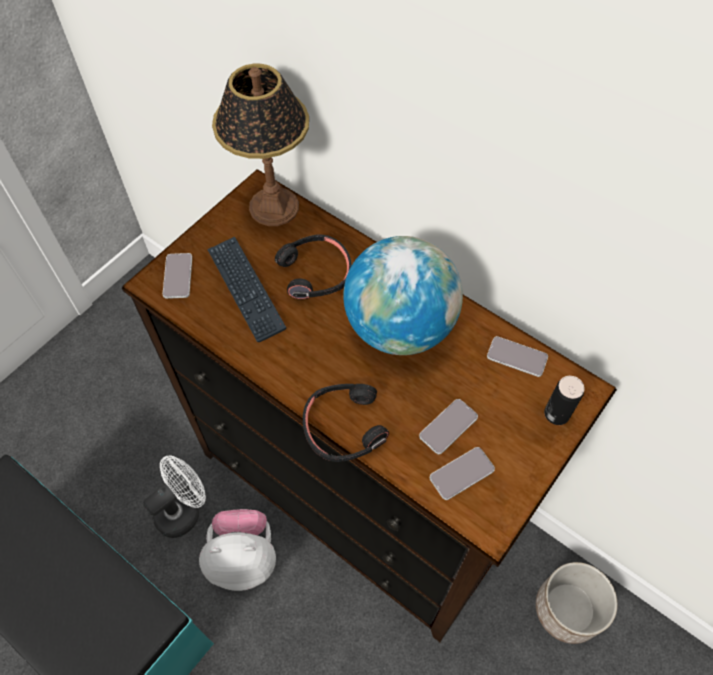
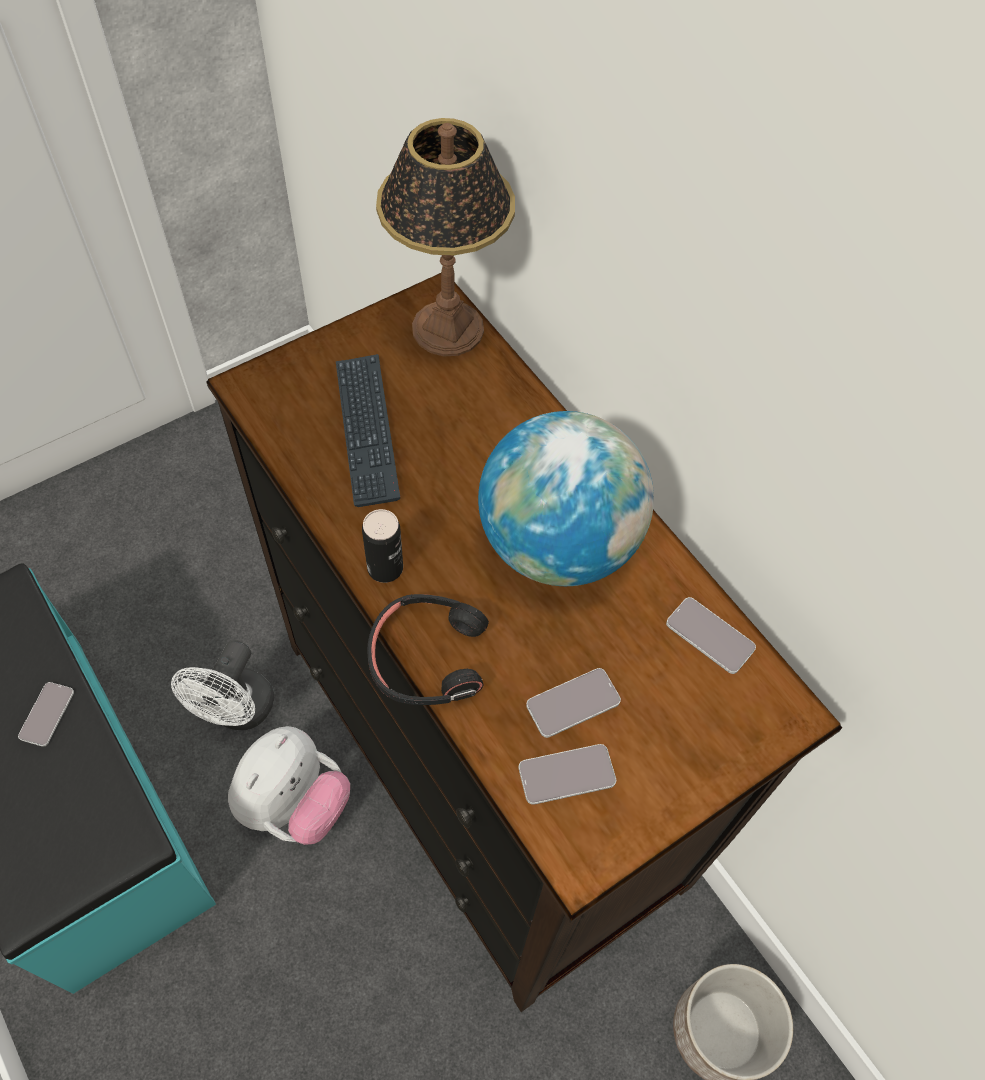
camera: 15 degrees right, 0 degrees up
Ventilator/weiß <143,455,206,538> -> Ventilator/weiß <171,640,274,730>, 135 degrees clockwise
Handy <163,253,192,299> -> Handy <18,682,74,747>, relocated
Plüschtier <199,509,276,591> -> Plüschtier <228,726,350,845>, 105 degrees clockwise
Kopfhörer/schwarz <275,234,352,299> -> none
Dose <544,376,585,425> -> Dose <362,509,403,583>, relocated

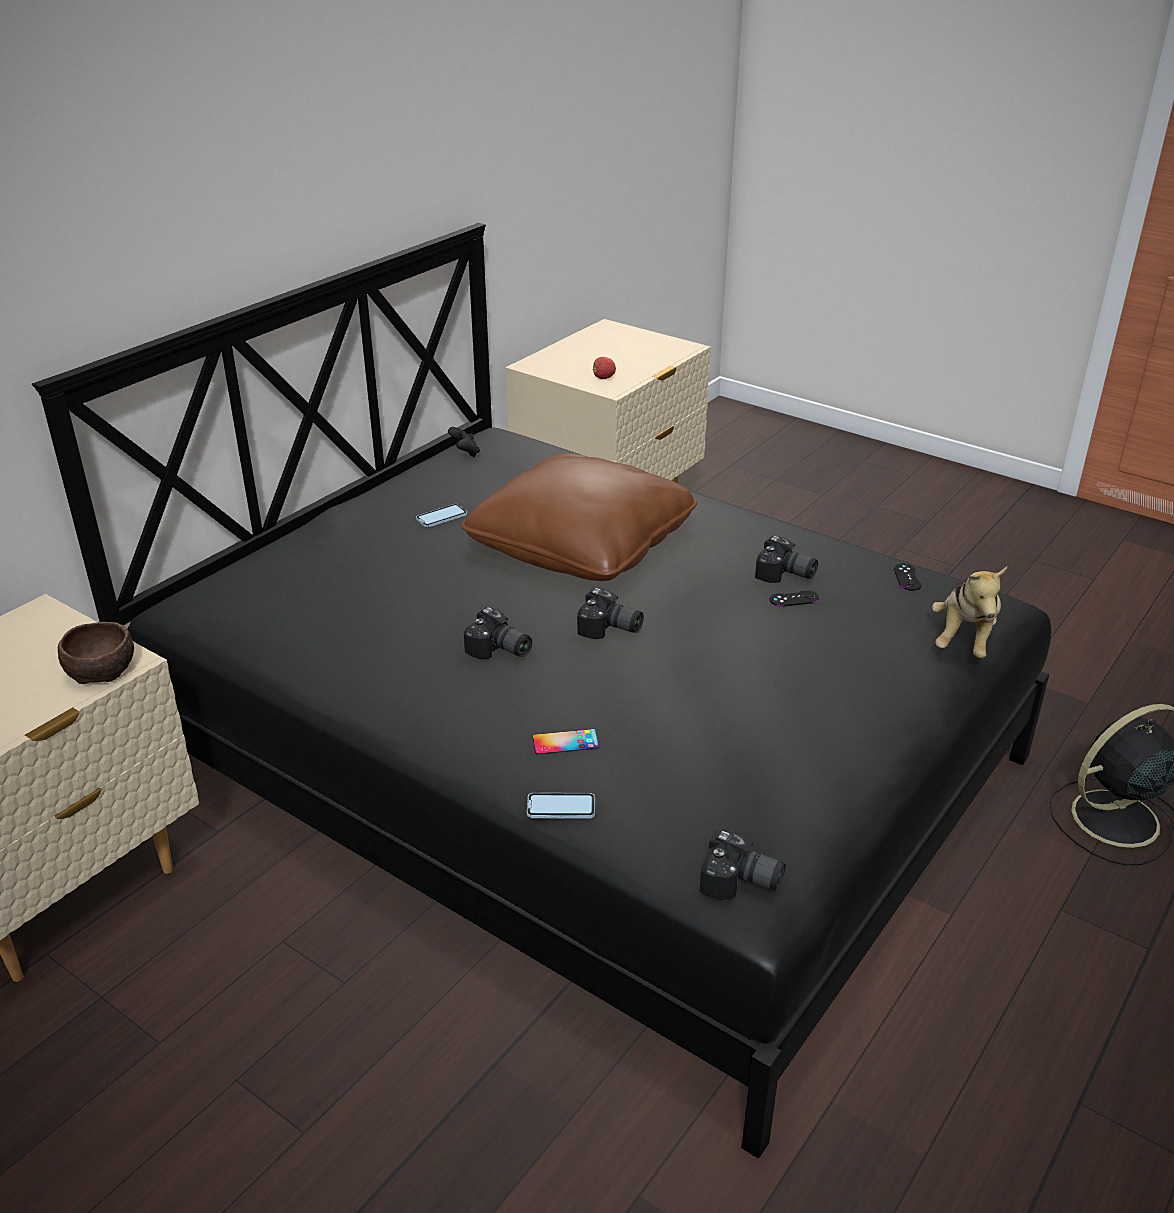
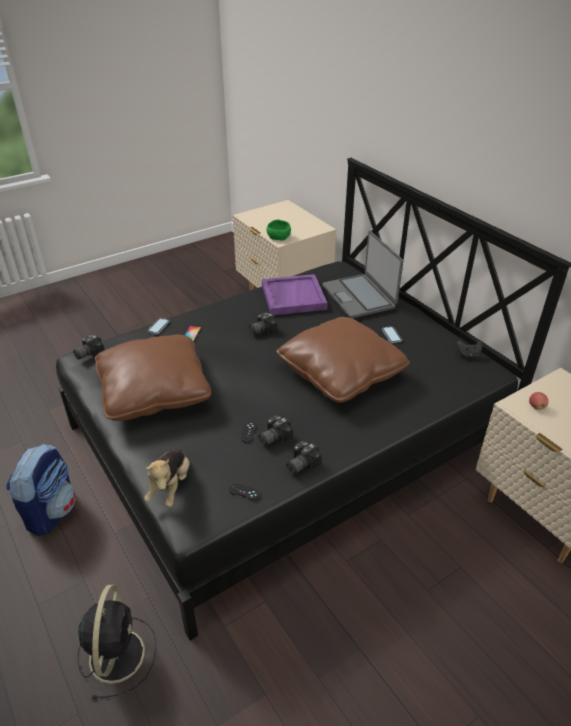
camera: 110 degrees right, 5 degrees up
Schüssel/braun <58,622,134,684> -> Schüssel/grün <266,220,291,241>
Kamera <577,588,644,639> -> Kamera <286,441,322,474>, relocated
Plüschtier <932,567,1007,659> -> Plüschtier <145,449,190,507>, 120 degrees counterclockwise
none -> Rucksack <6,444,76,537>
none -> Kissen/braun <95,335,211,421>
none -> Tablett/lila <262,274,327,315>
none -> Laptop <322,231,403,319>

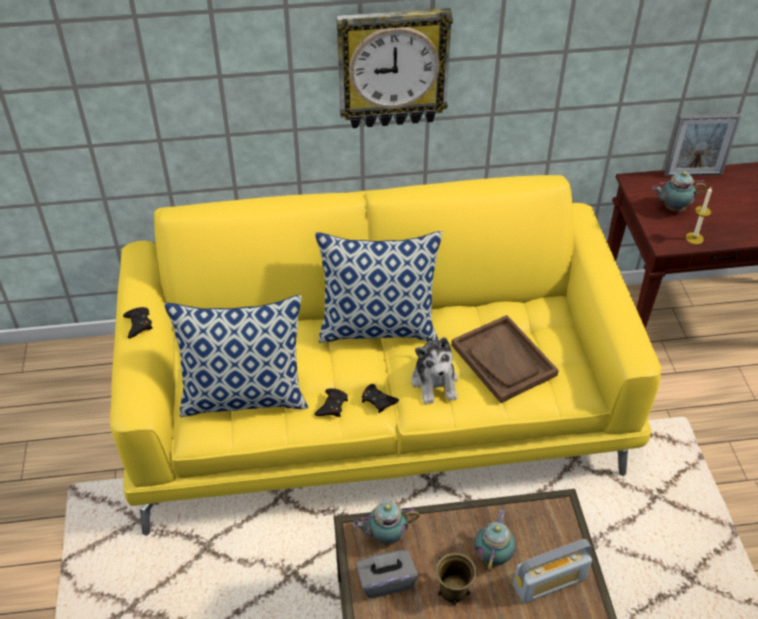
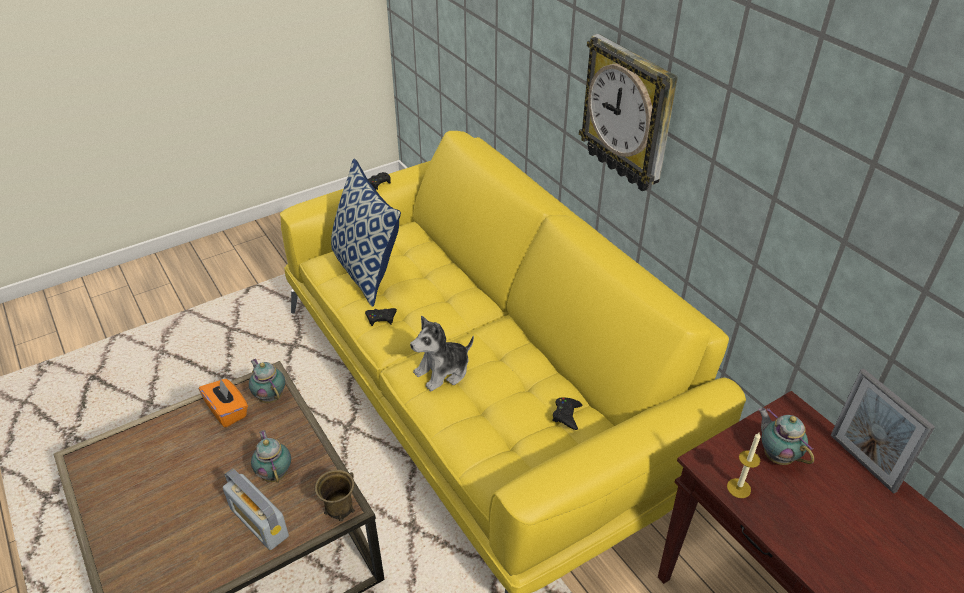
camera: 65 degrees right, 5 degrees down
Kissen <315,231,442,343> -> none
Taschentuchbox/grau <356,550,418,598> -> Taschentuchbox/orange <199,379,248,428>
Gamepad/schwarz <362,384,399,413> -> Gamepad/schwarz <552,397,582,430>, relocated
Henkelbecher/braun <435,553,476,606> -> Henkelbecher/braun <315,469,355,521>, relocated
Tablett/braun <451,315,559,403> -> none
Teekanne <474,510,516,572> -> Teekanne <251,430,291,483>, 105 degrees counterclockwise

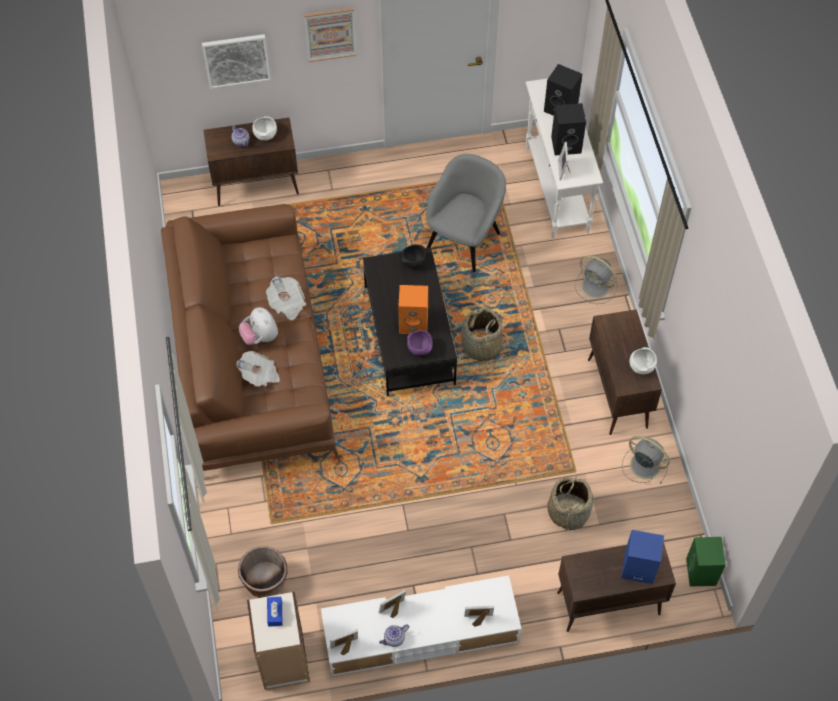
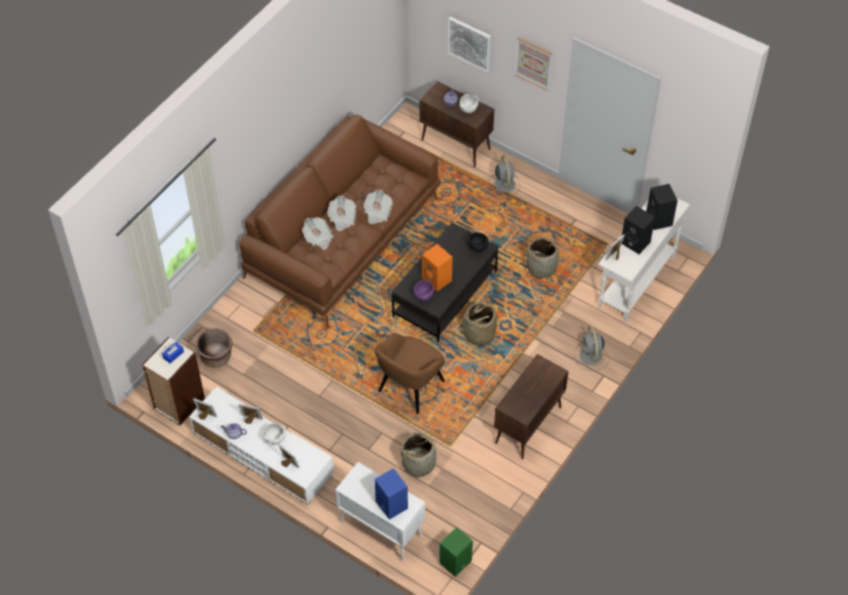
camera: 45 degrees right, 5 degrees down
Plüschtier <239,307,278,345> -> Zeitung <327,196,356,231>
Sessel/grau <426,154,506,272> -> Korb <526,236,563,279>
Schrank/braun <557,541,676,632> -> Schrank/weiß <335,462,425,562>
Ventilator/grau <622,436,670,483> -> Ventilator/grau <488,155,520,198>, relocated
Schüssel/weiß <629,347,657,375> -> Schüssel/weiß <264,423,286,445>, relocated
none -> Sessel/braun <375,333,445,414>

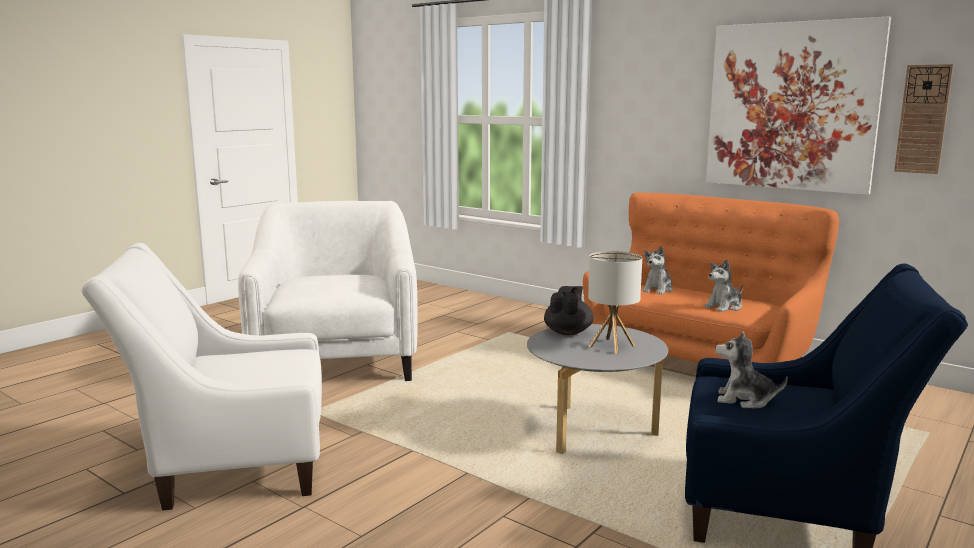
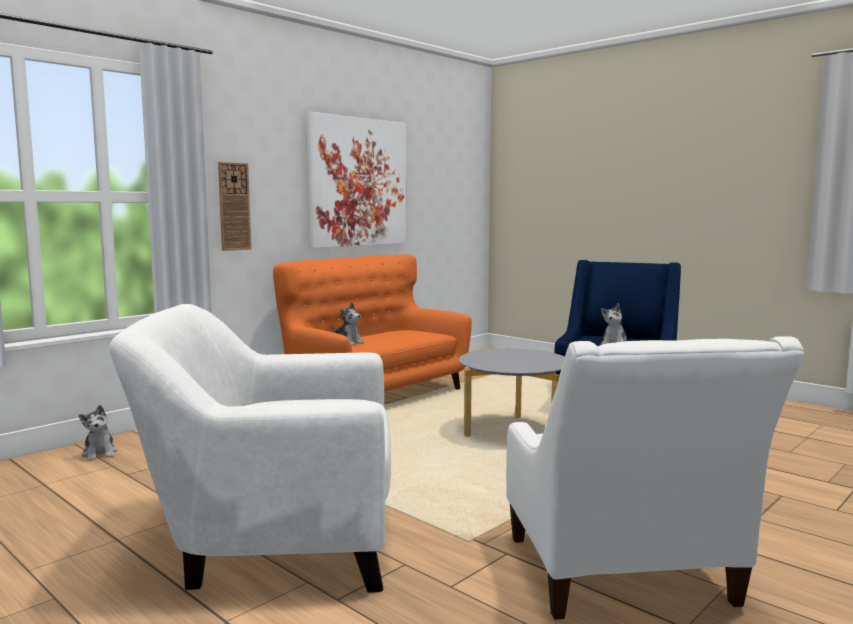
camera: 85 degrees left, 5 degrees down
Teekanne/schwarz <544,286,594,335> -> none
Tischlampe <588,251,642,354> -> none
Plüschtier <704,259,743,312> -> Plüschtier <79,405,117,461>, relocated
Wanduhr <894,64,954,174> -> Wanduhr <218,162,251,251>, relocated

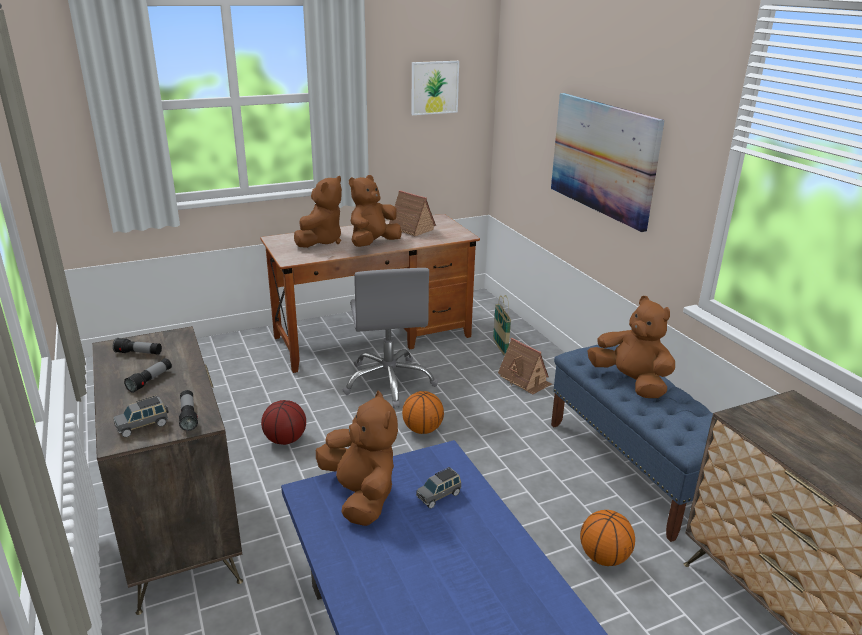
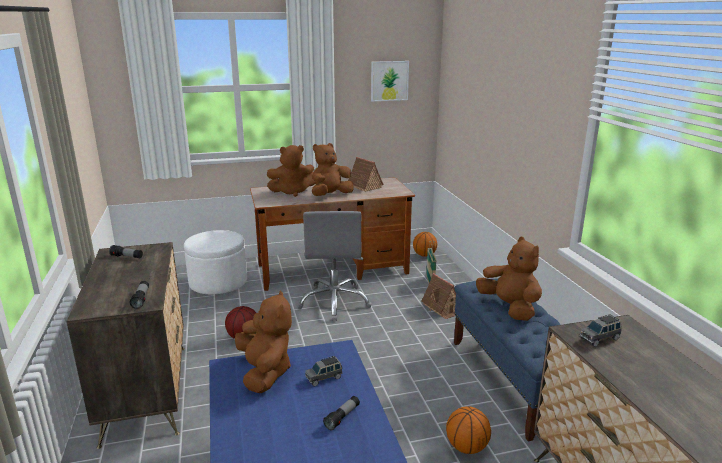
camera: 10 degrees right, 5 degrees down
Spielzeugauto/grau <114,395,169,437> -> Spielzeugauto/grau <580,314,622,347>, relocated
Taschenlampe <124,358,172,393> -> Taschenlampe <323,396,360,430>, relocated
Plüschtier/braun <294,176,342,248> -> Plüschtier/braun <267,145,316,197>, 45 degrees clockwise
Basketball <402,391,444,434> -> Basketball <413,232,437,257>, relocated
Bild <551,93,665,232> -> none
none -> Polsterhocker/weiß <184,230,247,294>

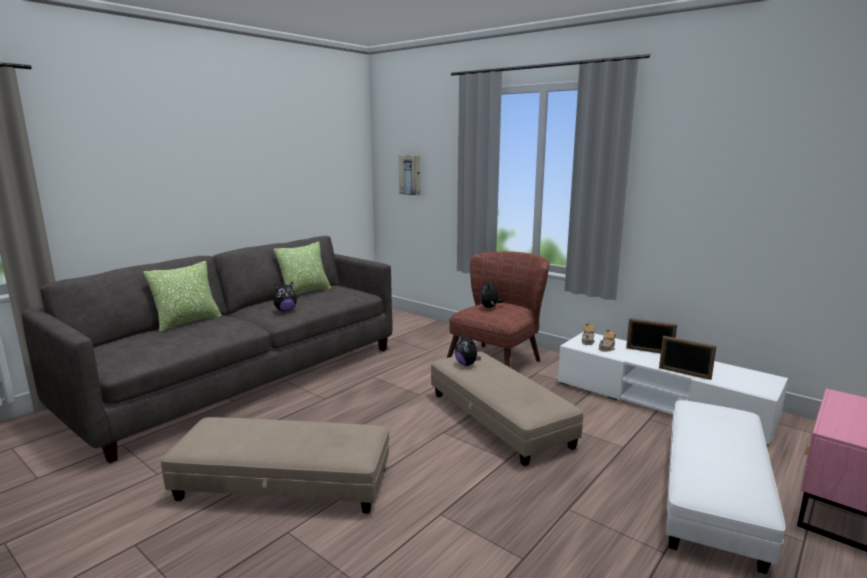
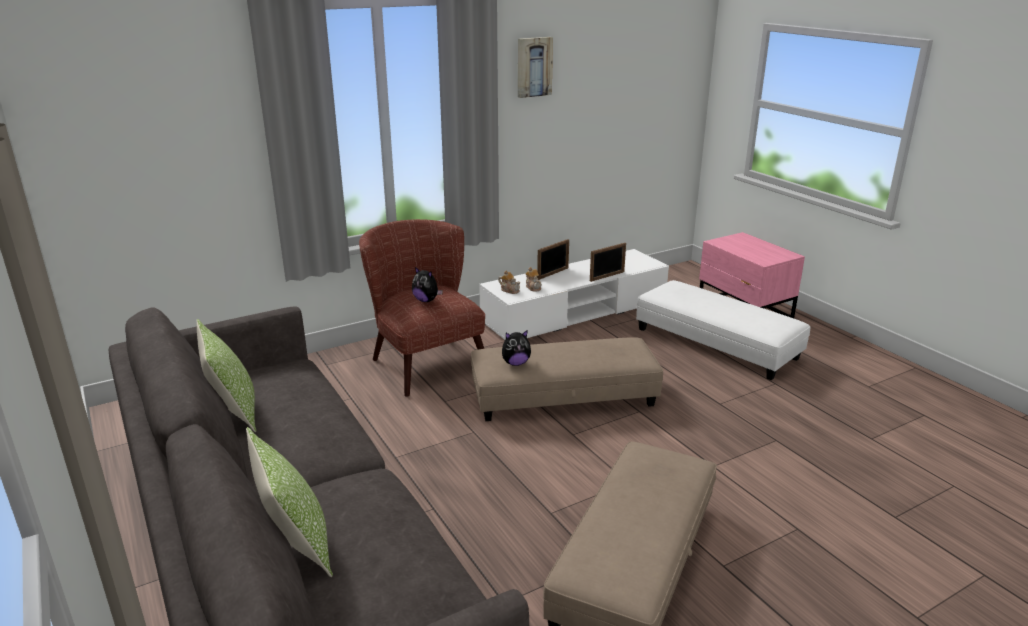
camera: 70 degrees left, 10 degrees up
Plüschtier <273,282,297,311> -> none
Bild <399,155,421,196> -> Bild <518,37,553,98>, relocated

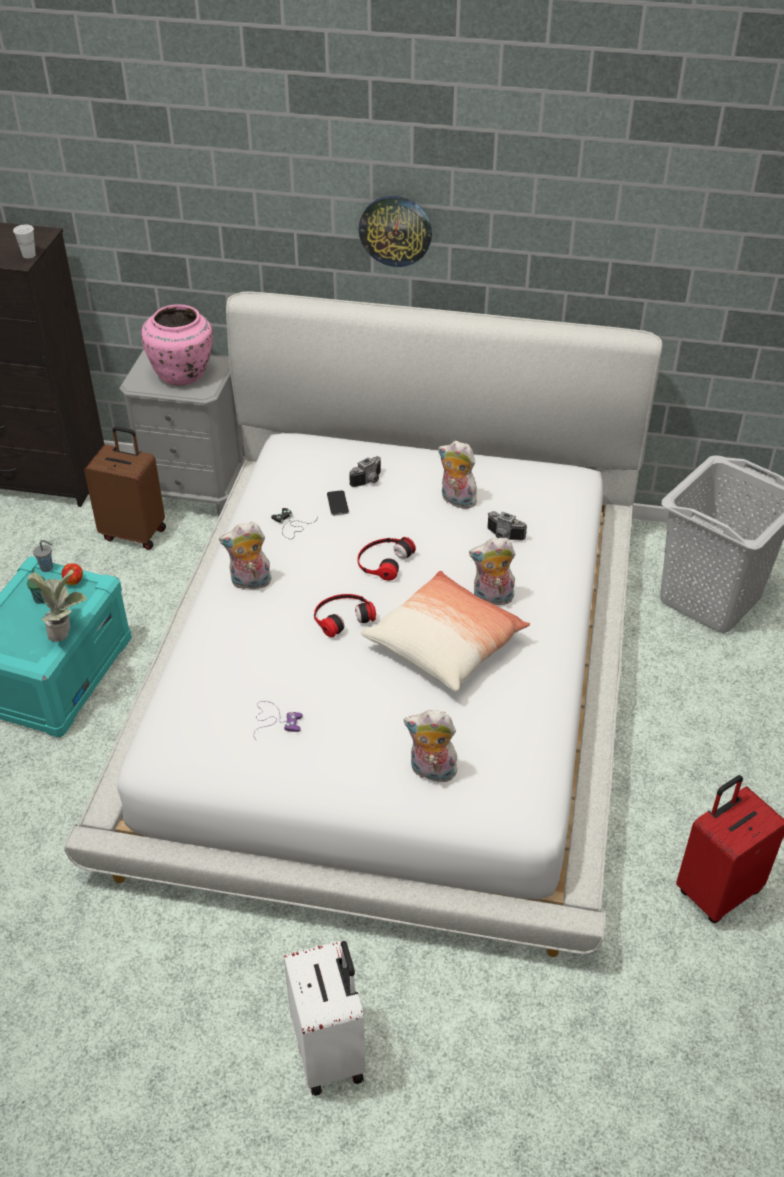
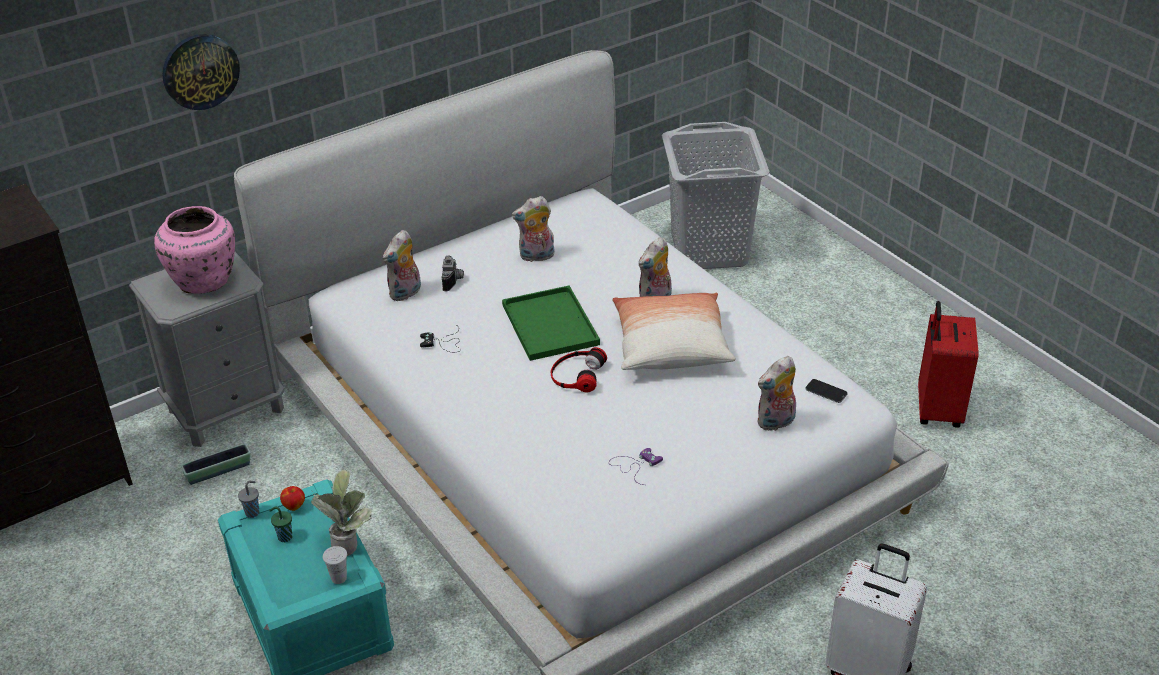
camera: 45 degrees left, 5 degrees down
Tasse/weiß <13,225,36,259> -> Tasse/weiß <323,546,347,584>, relocated
Koffer/braun <84,426,166,550> -> Pflanzkübel <181,443,251,485>
Plüschtier <219,522,272,590> -> Plüschtier <383,230,421,301>, relocated
Handy <327,490,349,515> -> Handy <805,379,848,403>, relocated
Kopfhörer <357,537,416,581> -> Tablett/grün <502,285,600,361>
Wanduhr <359,196,432,267> -> Wanduhr <162,34,240,110>, relocated
Kamera <487,511,527,540> -> none

